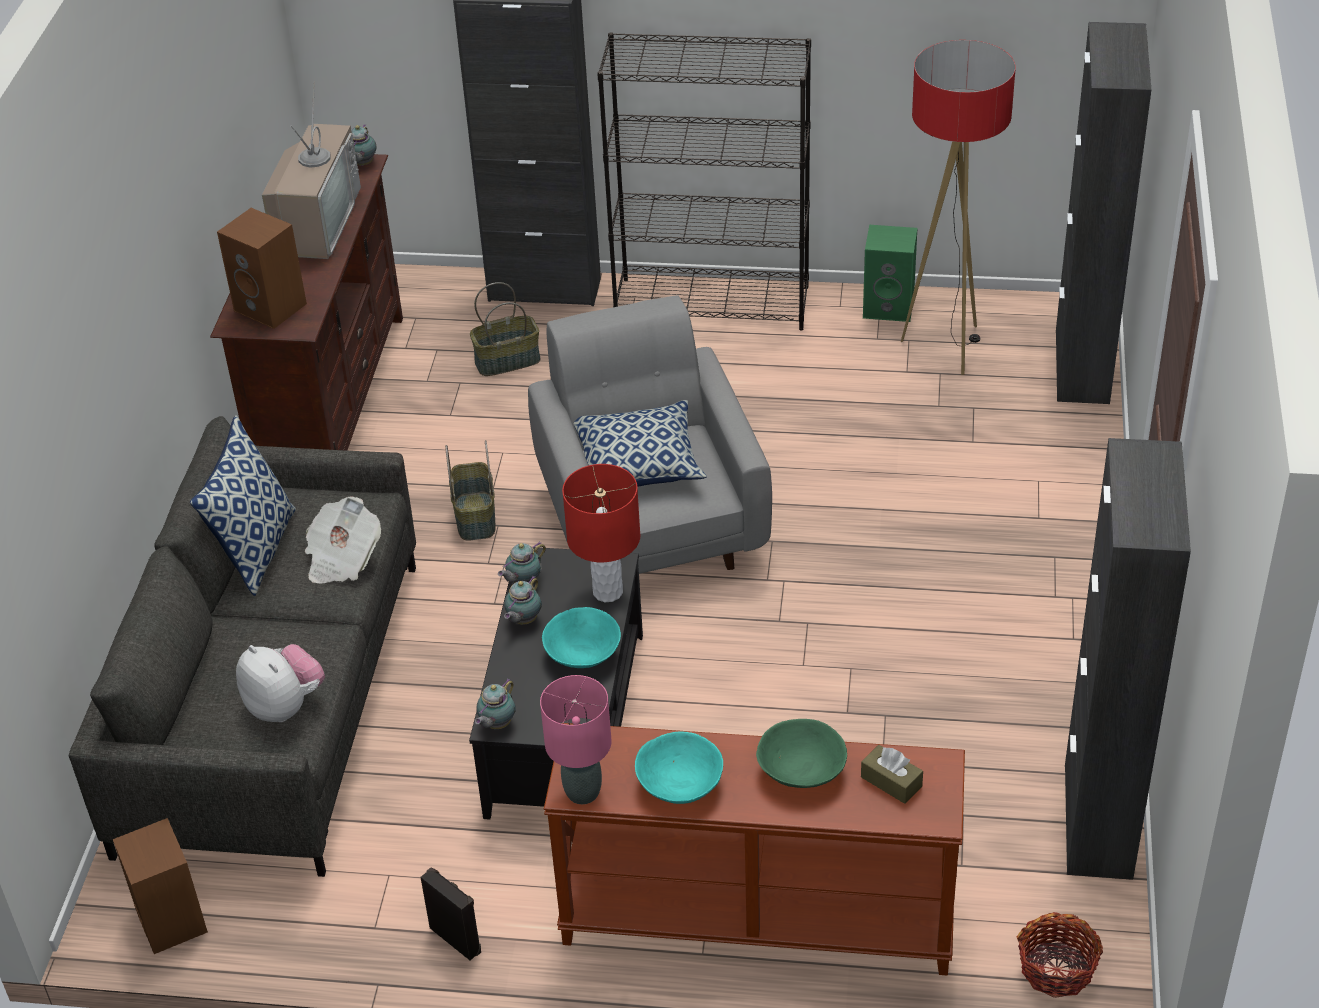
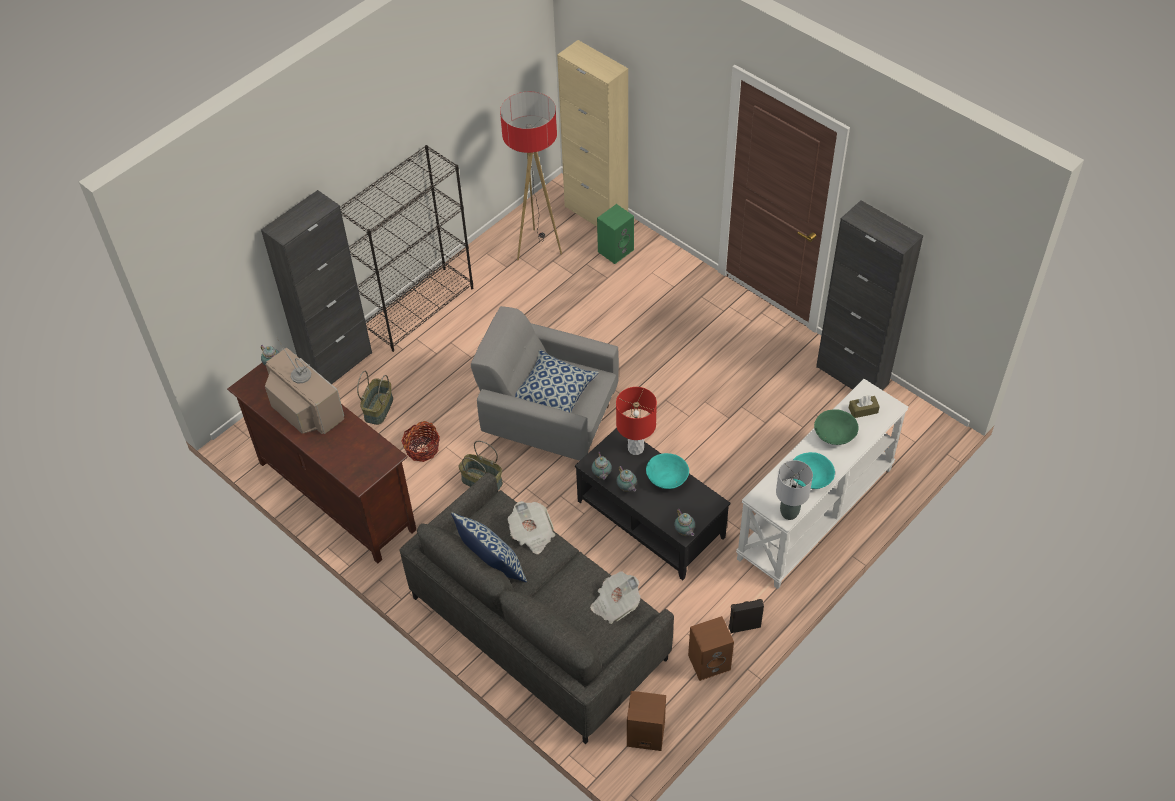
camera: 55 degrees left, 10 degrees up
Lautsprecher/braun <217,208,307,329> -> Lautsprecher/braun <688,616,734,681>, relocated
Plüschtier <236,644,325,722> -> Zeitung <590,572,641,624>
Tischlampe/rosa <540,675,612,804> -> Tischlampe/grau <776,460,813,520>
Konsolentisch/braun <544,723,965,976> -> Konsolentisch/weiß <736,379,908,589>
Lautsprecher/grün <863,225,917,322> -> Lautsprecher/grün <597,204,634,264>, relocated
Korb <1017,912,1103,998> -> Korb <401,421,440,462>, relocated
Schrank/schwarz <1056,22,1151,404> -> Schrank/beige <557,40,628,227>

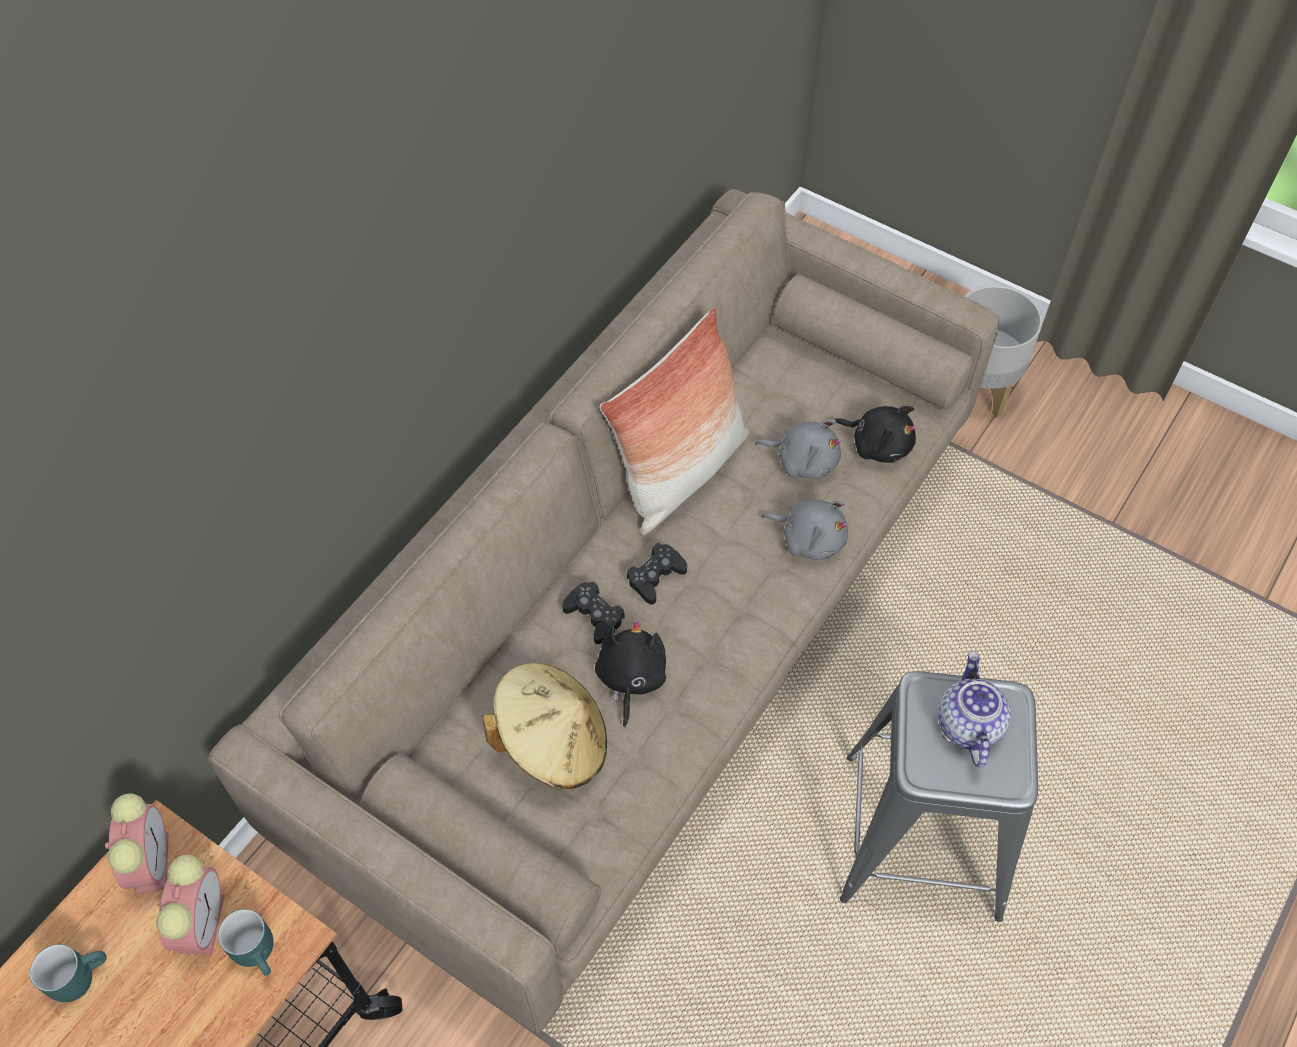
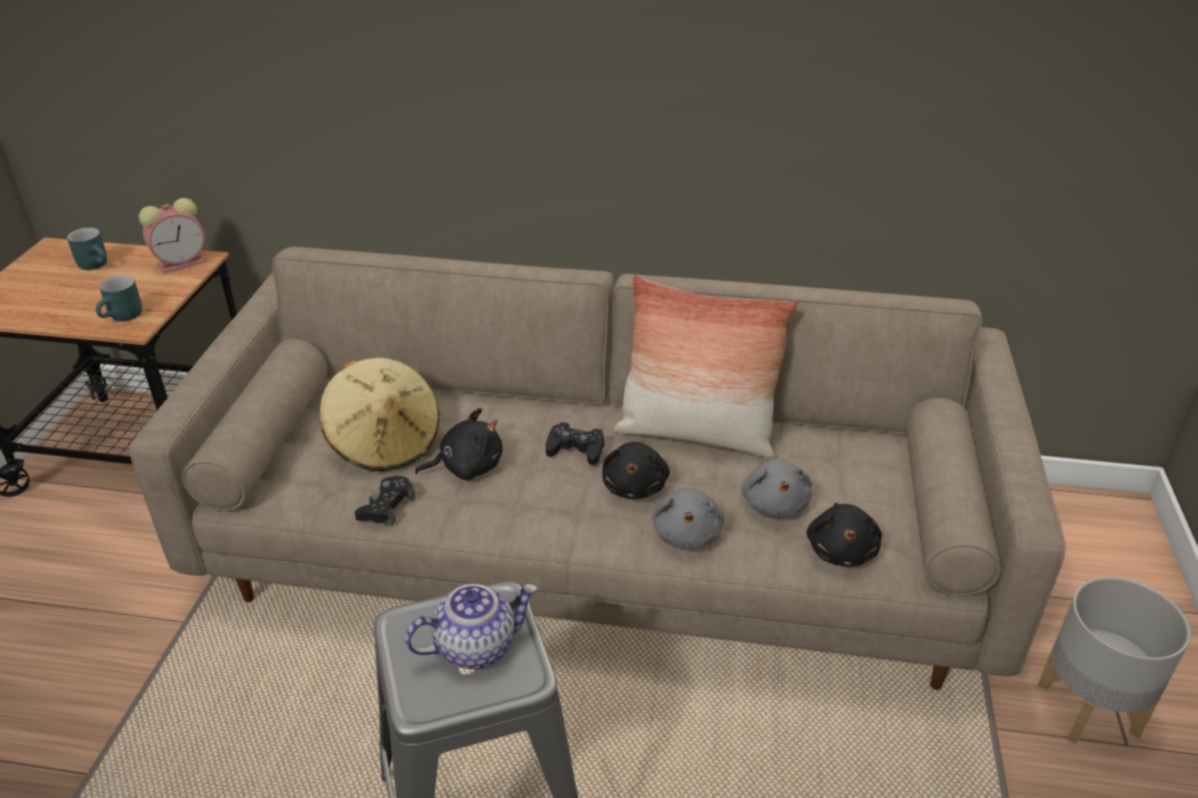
camera: 65 degrees right, 20 degrees down
Wecker <156,855,225,955> -> none
Gamepad/schwarz <562,582,625,644> -> Gamepad/schwarz <355,476,416,526>, relocated
none -> Plüschtier/schwarz <602,442,670,499>

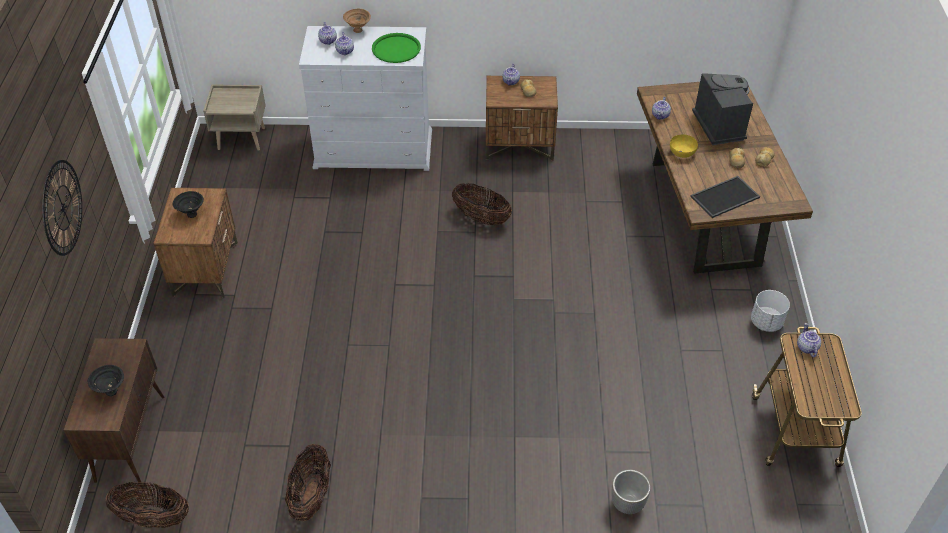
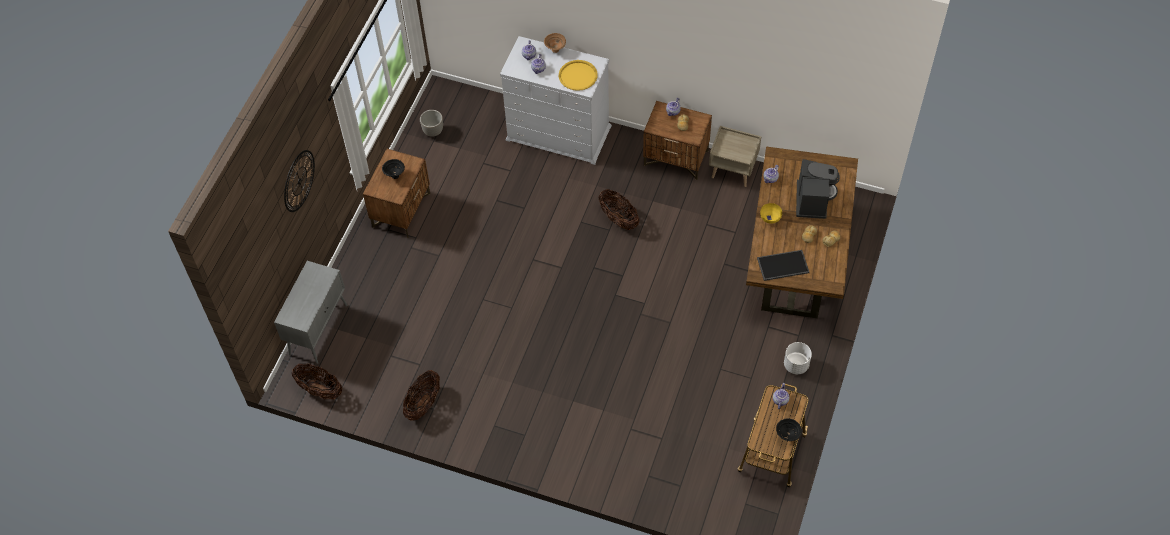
camera: 20 degrees right, 10 degrees up
Schrank/braun <64,338,164,483> -> Schrank/grau <274,261,348,364>
Schüssel/schwarz <88,365,124,396> -> Schüssel/schwarz <776,418,802,441>, relocated
Nachttisch/beige <203,84,266,151> -> Nachttisch/beige <709,126,762,187>, relocated
Tablett/grün <372,33,421,63> -> Tablett/gelb <559,60,598,91>
Pflanzkübel <611,470,651,514> -> Pflanzkübel <420,110,443,137>, relocated

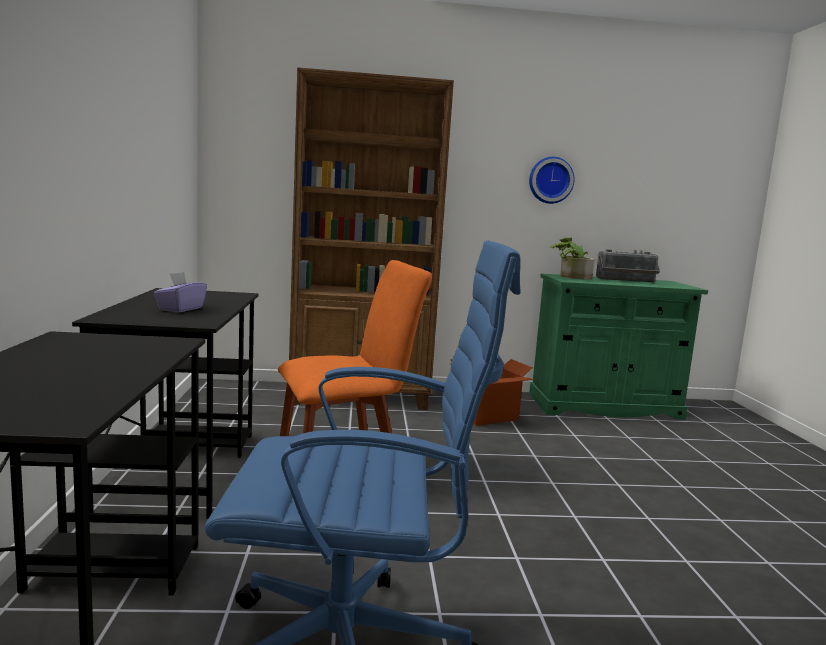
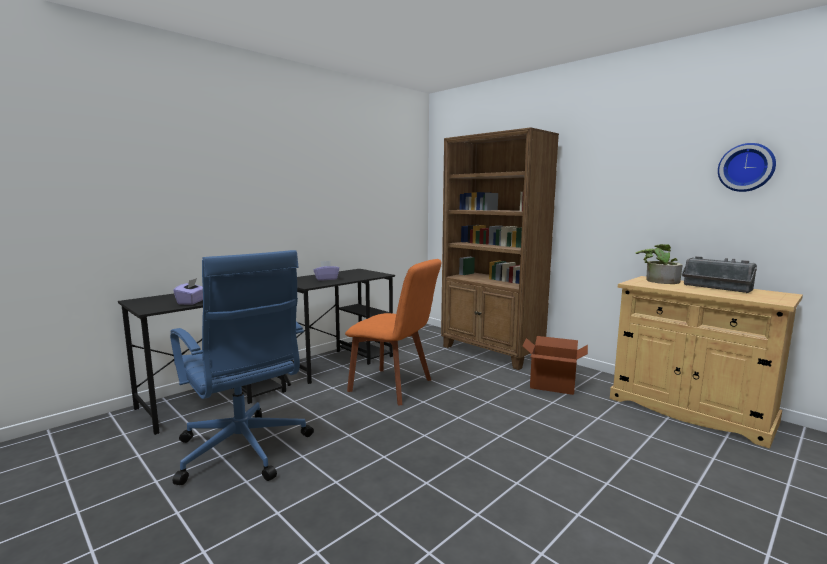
camera: 50 degrees right, 0 degrees up
Wanduhr <529,157,575,204> -> Wanduhr <718,143,776,192>, relocated
Schrank/grün <529,274,708,420> -> Schrank/beige <610,276,803,449>
none -> Taschentuchbox/lila <173,278,203,305>

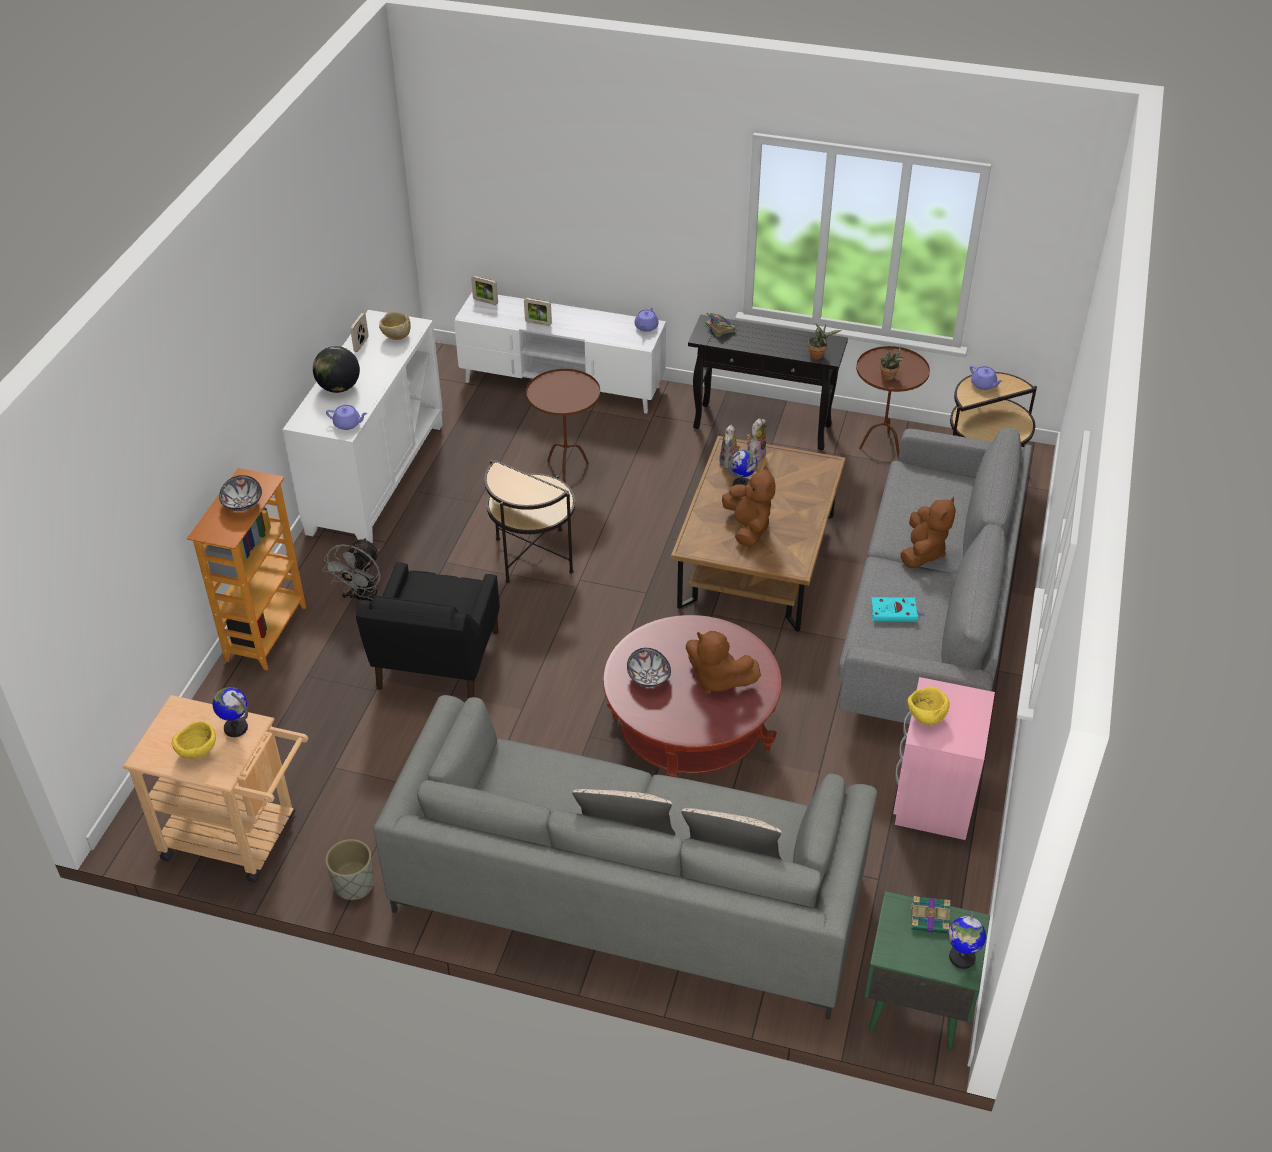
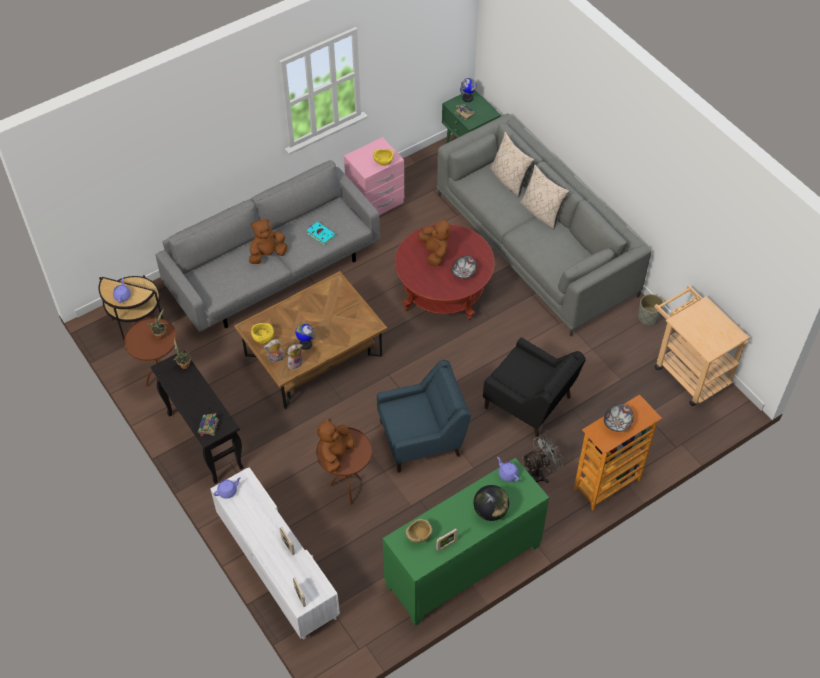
camera: 140 degrees left, 10 degrees up
Schüssel/gelb <172,721,216,759> -> Schüssel/gelb <251,323,274,344>, relocated
Globus <213,687,248,737> -> none
Schrank/weiß <283,310,443,543> -> Schrank/grün <383,458,549,626>
Sessel/schwarz <356,562,500,698> -> Sessel/schwarz <483,338,586,439>, 75 degrees clockwise
Beistelltisch <484,460,575,583> -> Sessel/blau <377,360,471,473>
Plüschtier/braun <722,465,776,547> -> Plüschtier/braun <317,418,354,473>, relocated

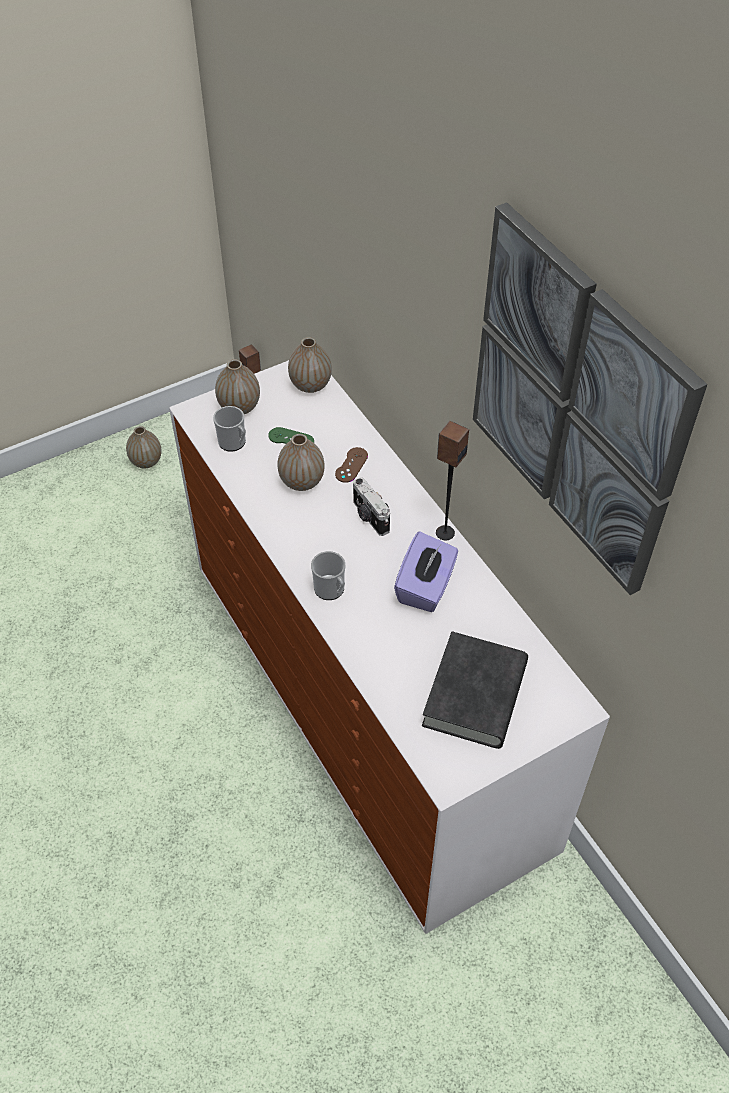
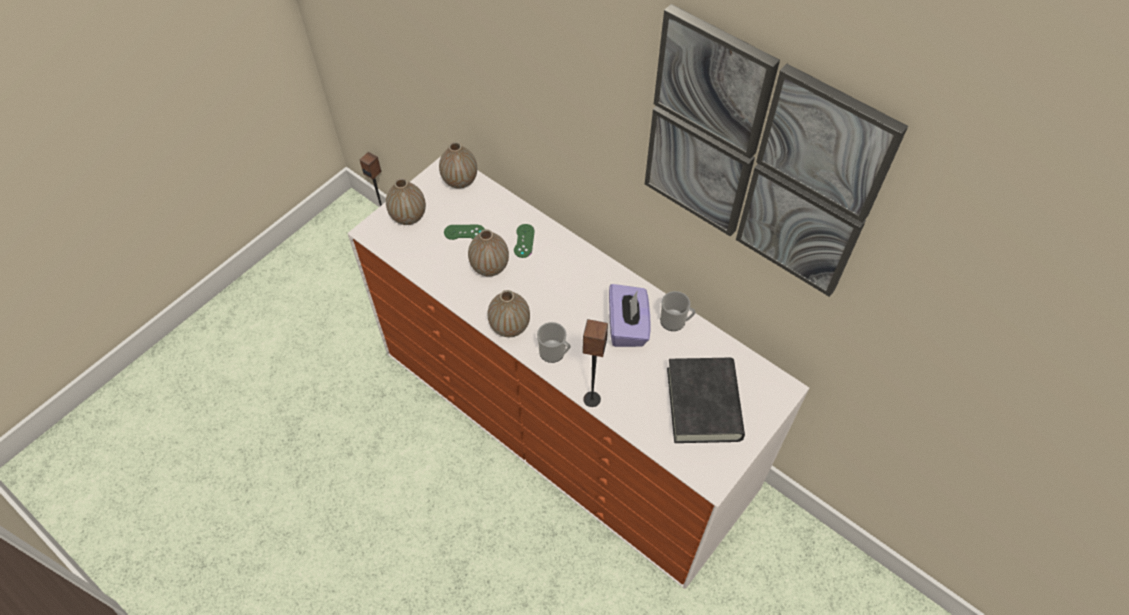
camera: 20 degrees left, 5 degrees up
Vase <126,426,161,468> -> Vase <488,290,530,337>, relocated
Henkelbecher <213,406,246,452> -> Henkelbecher <660,291,696,331>, relocated
Gamepad/braun <335,447,368,483> -> Gamepad/grün <514,224,535,258>
Kamera <353,477,390,536> -> none
Lautsprecher <436,421,469,540> -> Lautsprecher <582,319,608,407>, relocated

